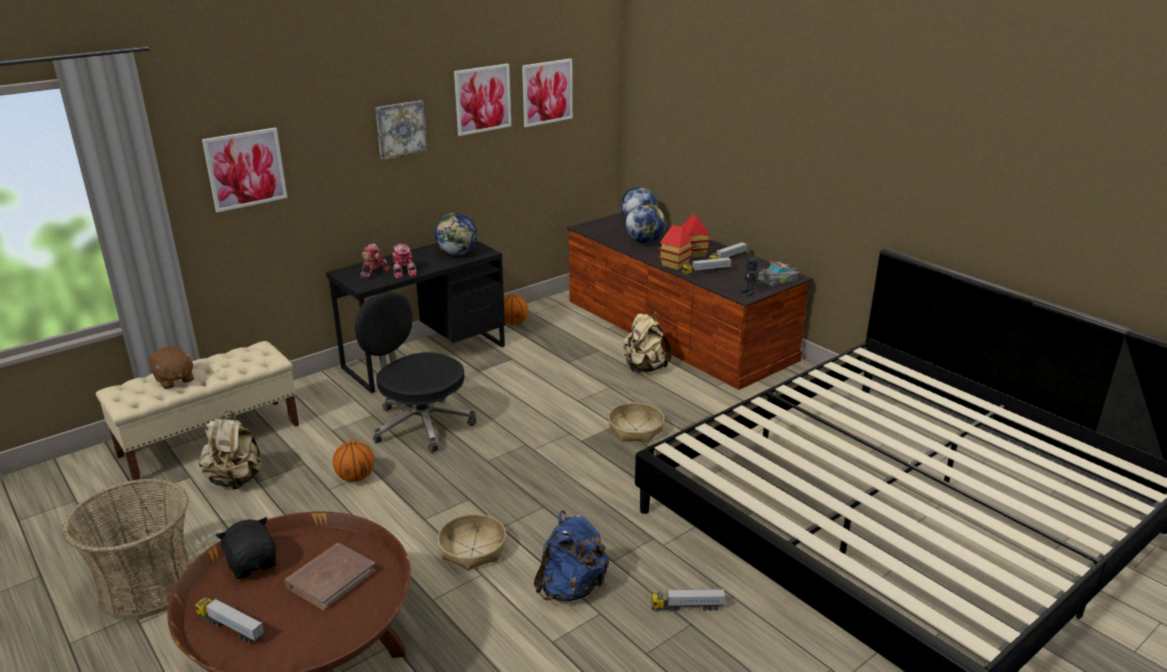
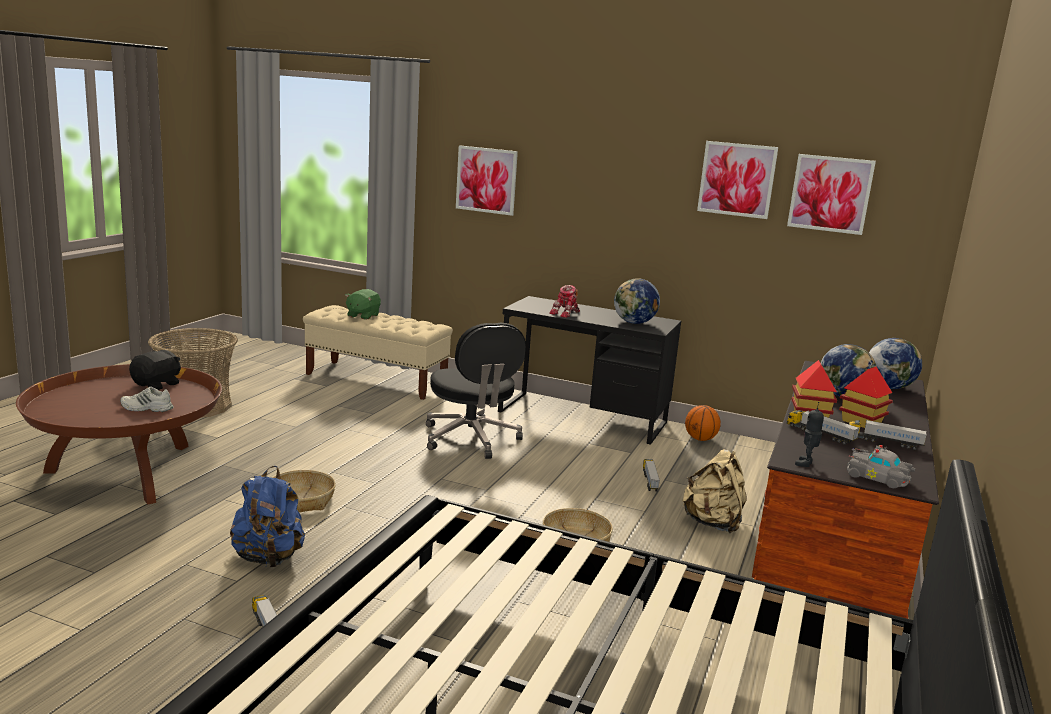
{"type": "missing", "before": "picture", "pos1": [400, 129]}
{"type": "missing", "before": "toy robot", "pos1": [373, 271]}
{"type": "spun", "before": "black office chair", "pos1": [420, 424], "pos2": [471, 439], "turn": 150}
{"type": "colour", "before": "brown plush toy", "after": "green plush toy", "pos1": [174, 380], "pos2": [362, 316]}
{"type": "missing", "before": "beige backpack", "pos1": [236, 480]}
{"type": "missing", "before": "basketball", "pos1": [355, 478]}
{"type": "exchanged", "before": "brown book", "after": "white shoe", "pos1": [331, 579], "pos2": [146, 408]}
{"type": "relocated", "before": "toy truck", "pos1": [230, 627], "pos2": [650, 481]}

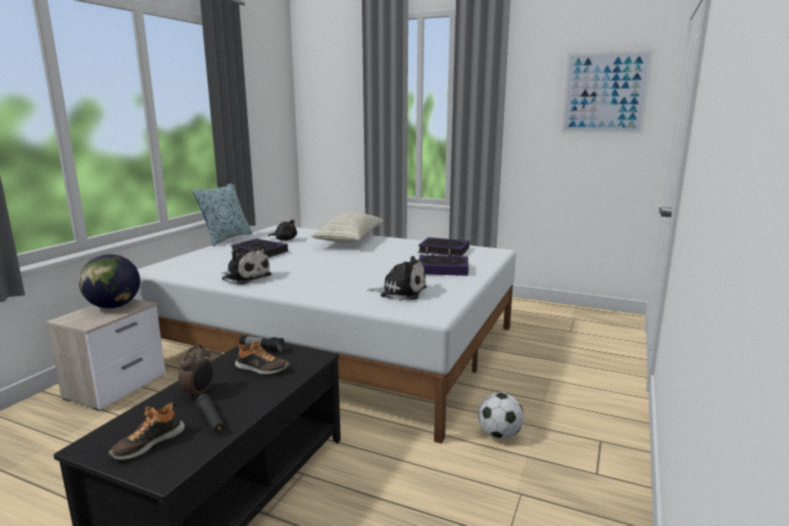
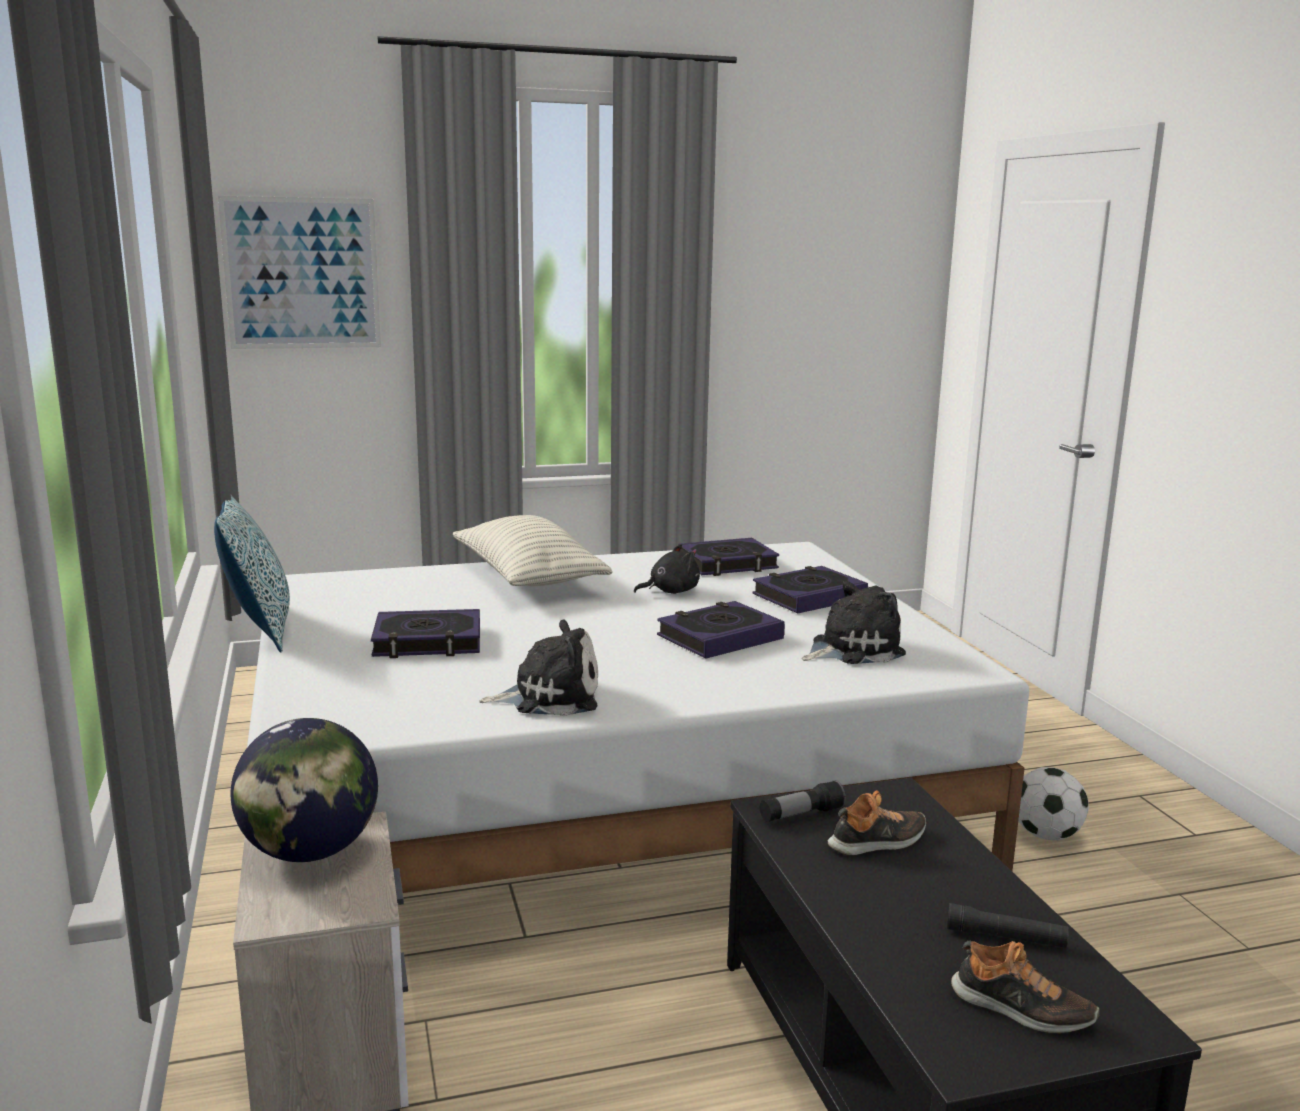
{"type": "relocated", "before": "picture", "pos1": [604, 93], "pos2": [302, 273]}
{"type": "relocated", "before": "black plush toy", "pos1": [284, 239], "pos2": [670, 591]}
{"type": "missing", "before": "alarm clock", "pos1": [199, 393]}
{"type": "spun", "before": "shoe", "pos1": [148, 443], "pos2": [1021, 1009], "turn": -60}
{"type": "appeared", "after": "book", "pos2": [719, 637]}

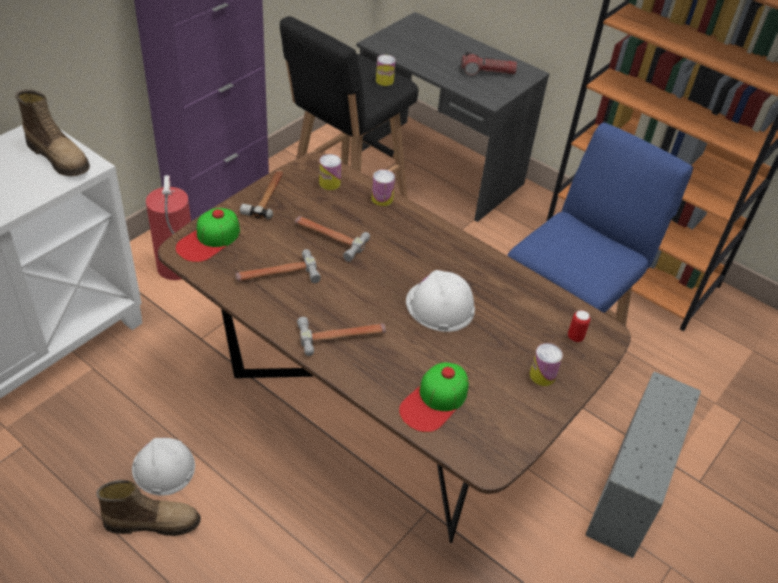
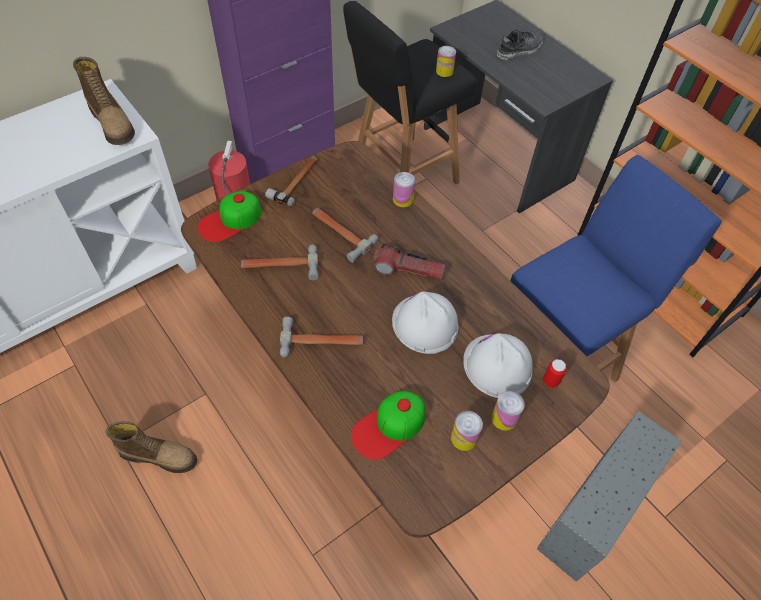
{"type": "relocated", "before": "flashlight", "pos1": [487, 72], "pos2": [408, 270]}
{"type": "relocated", "before": "can", "pos1": [329, 183], "pos2": [464, 438]}
{"type": "relocated", "before": "white hard hat", "pos1": [163, 467], "pos2": [497, 366]}
{"type": "appeared", "after": "shoe", "pos2": [519, 50]}

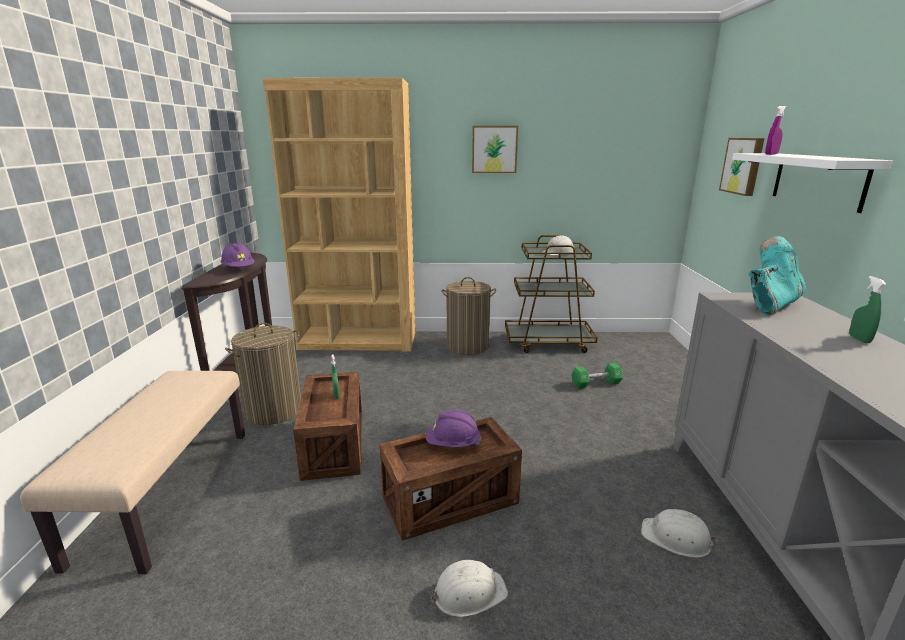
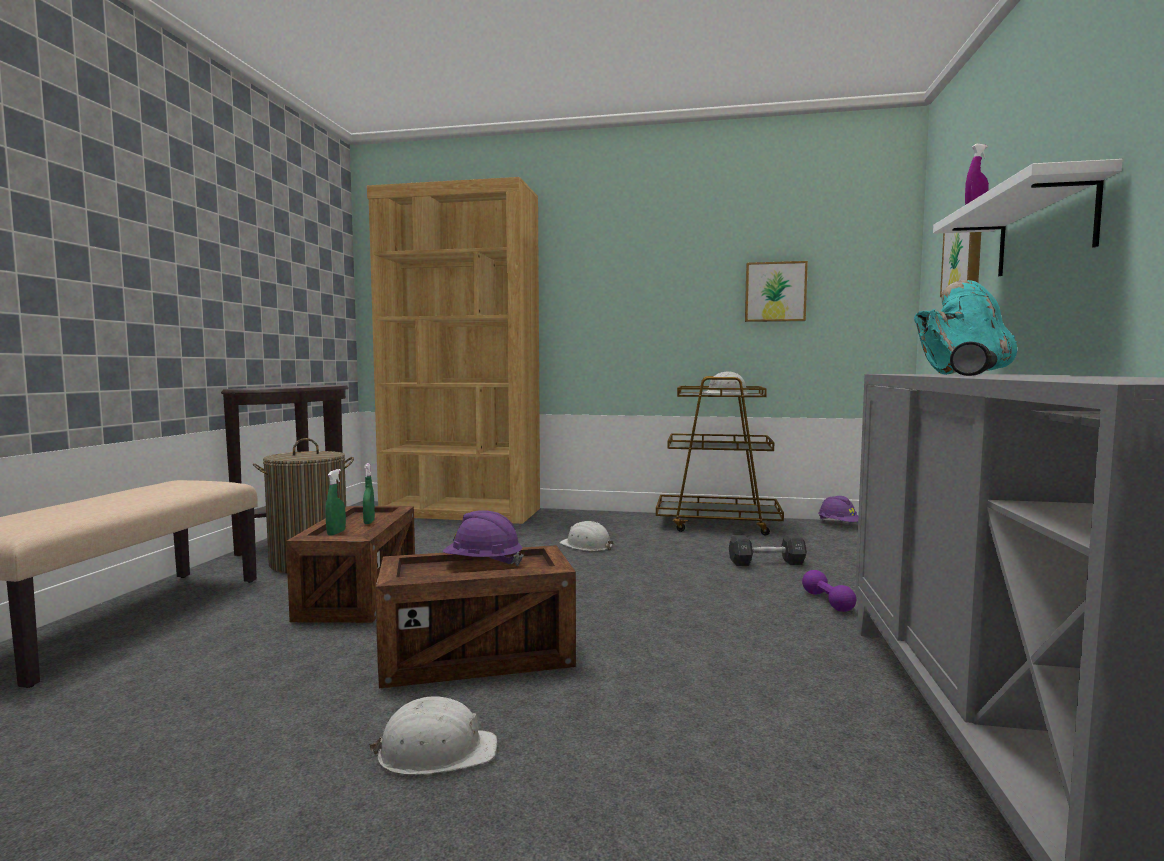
{"type": "relocated", "before": "picture", "pos1": [494, 149], "pos2": [775, 292]}
{"type": "relocated", "before": "purple hard hat", "pos1": [239, 269], "pos2": [838, 524]}
{"type": "relocated", "before": "green spray bottle", "pos1": [859, 339], "pos2": [336, 533]}
{"type": "missing", "before": "laundry basket", "pos1": [468, 346]}
{"type": "colour", "before": "green dumbbell", "after": "black dumbbell", "pos1": [596, 383], "pos2": [766, 563]}
{"type": "relocated", "before": "white hard hat", "pos1": [676, 538], "pos2": [586, 545]}
{"type": "appeared", "after": "black flashlight", "pos2": [977, 375]}
{"type": "appeared", "after": "purple dumbbell", "pos2": [827, 602]}

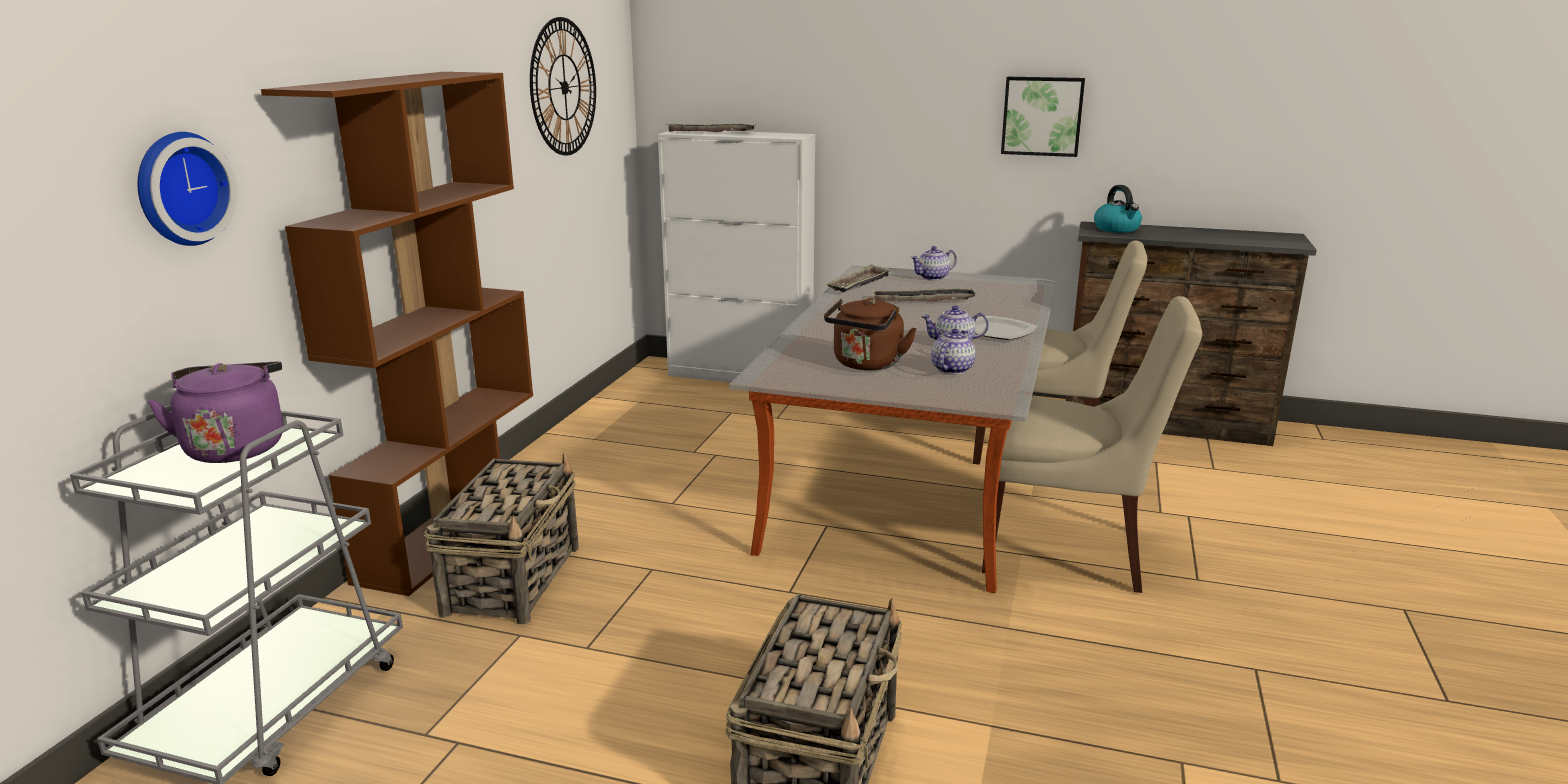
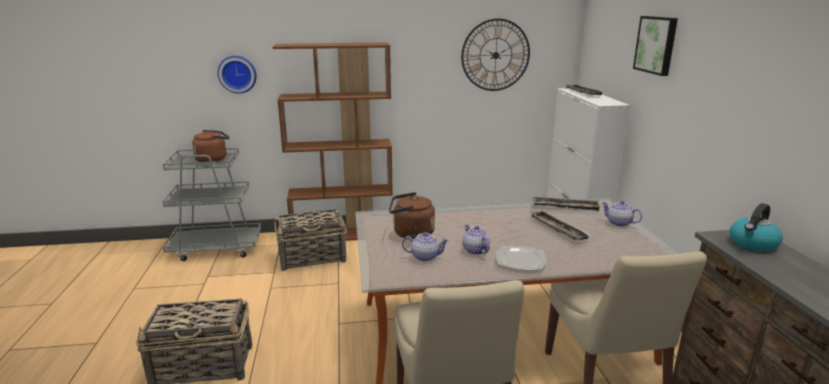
{"type": "relocated", "before": "picture", "pos1": [1042, 116], "pos2": [656, 45]}
{"type": "colour", "before": "purple kettle", "after": "brown kettle", "pos1": [235, 447], "pos2": [213, 159]}

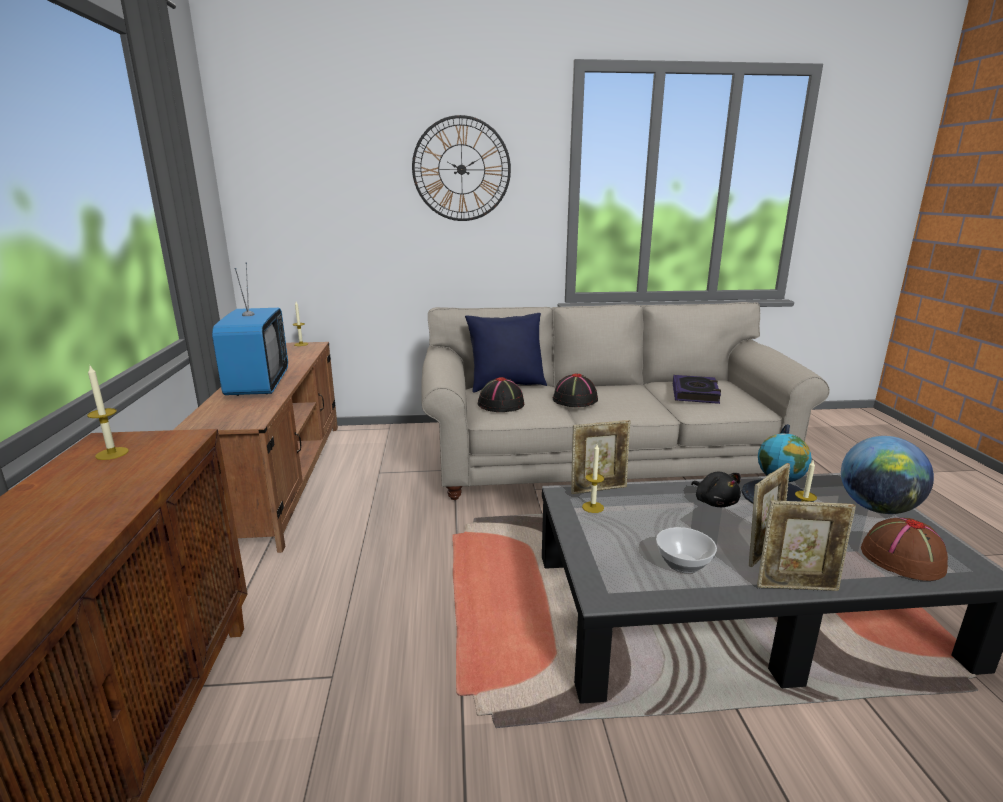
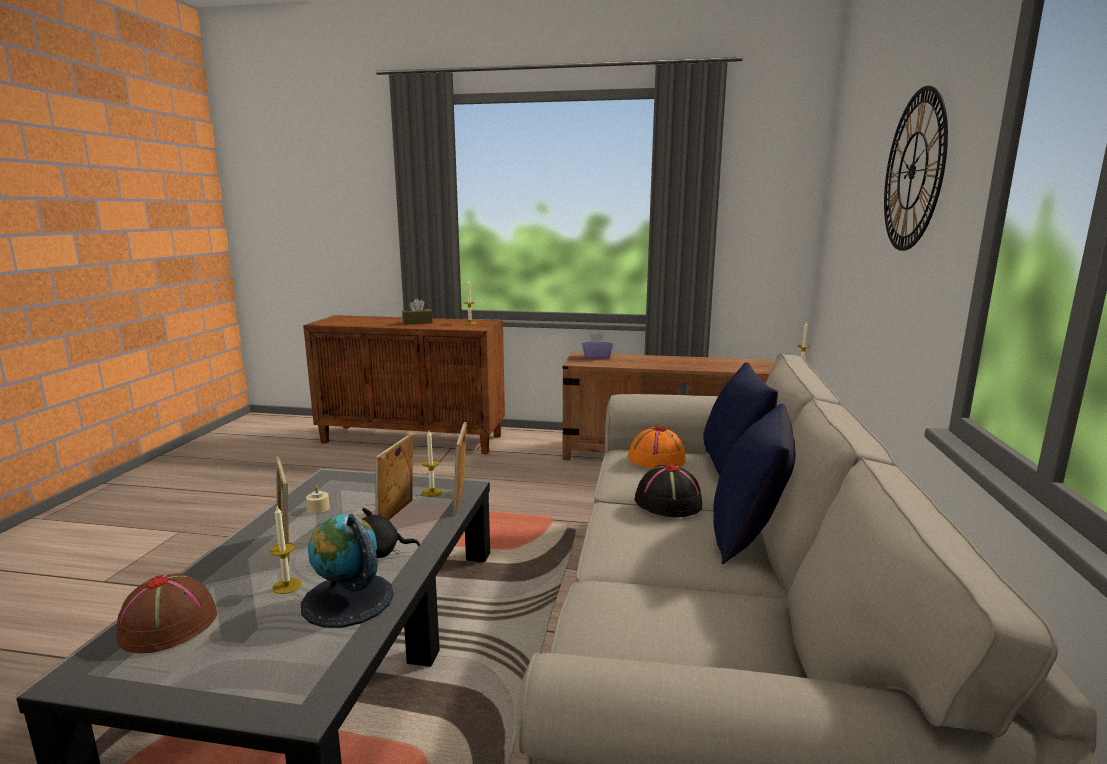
{"type": "missing", "before": "television", "pos1": [258, 385]}
{"type": "missing", "before": "book", "pos1": [695, 393]}
{"type": "colour", "before": "black hat", "after": "orange hat", "pos1": [501, 404], "pos2": [656, 459]}
{"type": "missing", "before": "globe", "pos1": [877, 508]}
{"type": "relocated", "before": "picture frame", "pos1": [796, 586], "pos2": [397, 515]}
{"type": "exchanged", "before": "bowl", "after": "beige candle", "pos1": [684, 563], "pos2": [318, 508]}
{"type": "appeared", "after": "brown tissue box", "pos2": [417, 322]}
{"type": "appeared", "after": "purple tissue box", "pos2": [596, 357]}
{"type": "appeared", "after": "blue pillow", "pos2": [749, 536]}

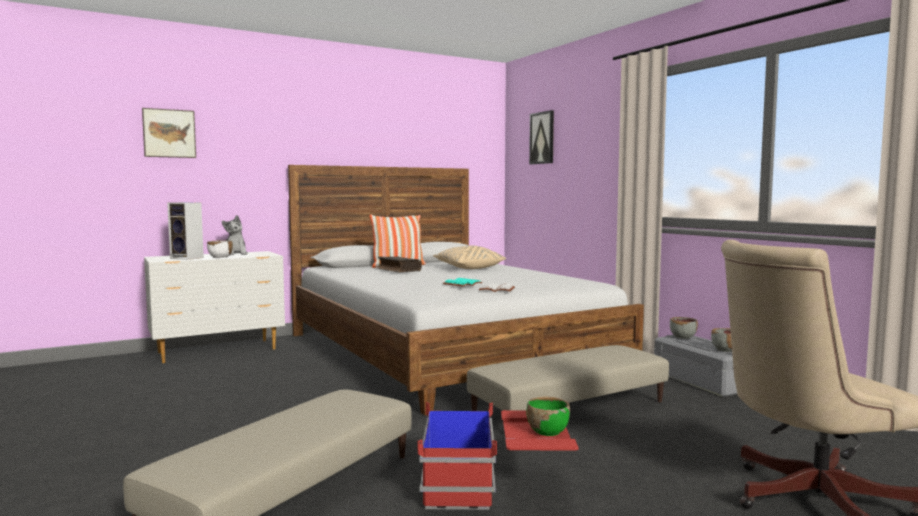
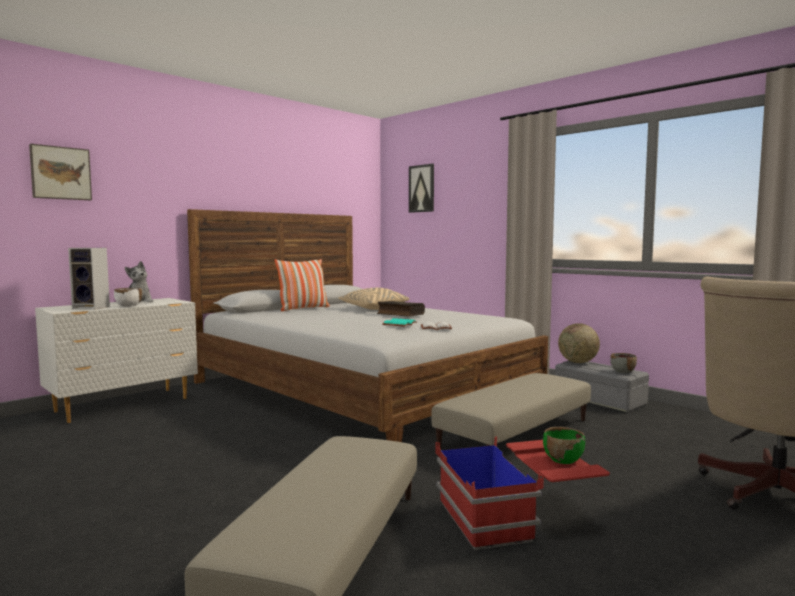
{"type": "relocated", "before": "book", "pos1": [398, 270], "pos2": [400, 314]}
{"type": "exchanged", "before": "grey bowl", "after": "globe", "pos1": [683, 337], "pos2": [578, 362]}

